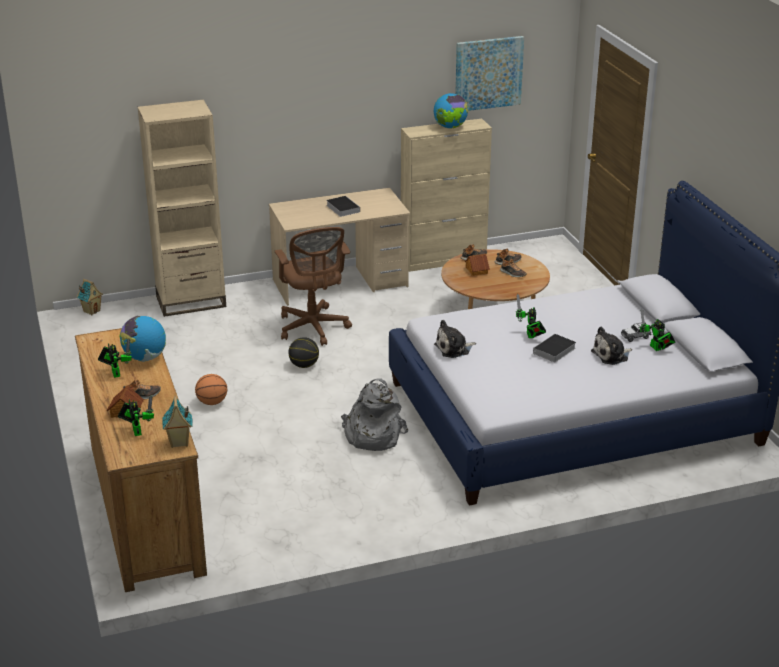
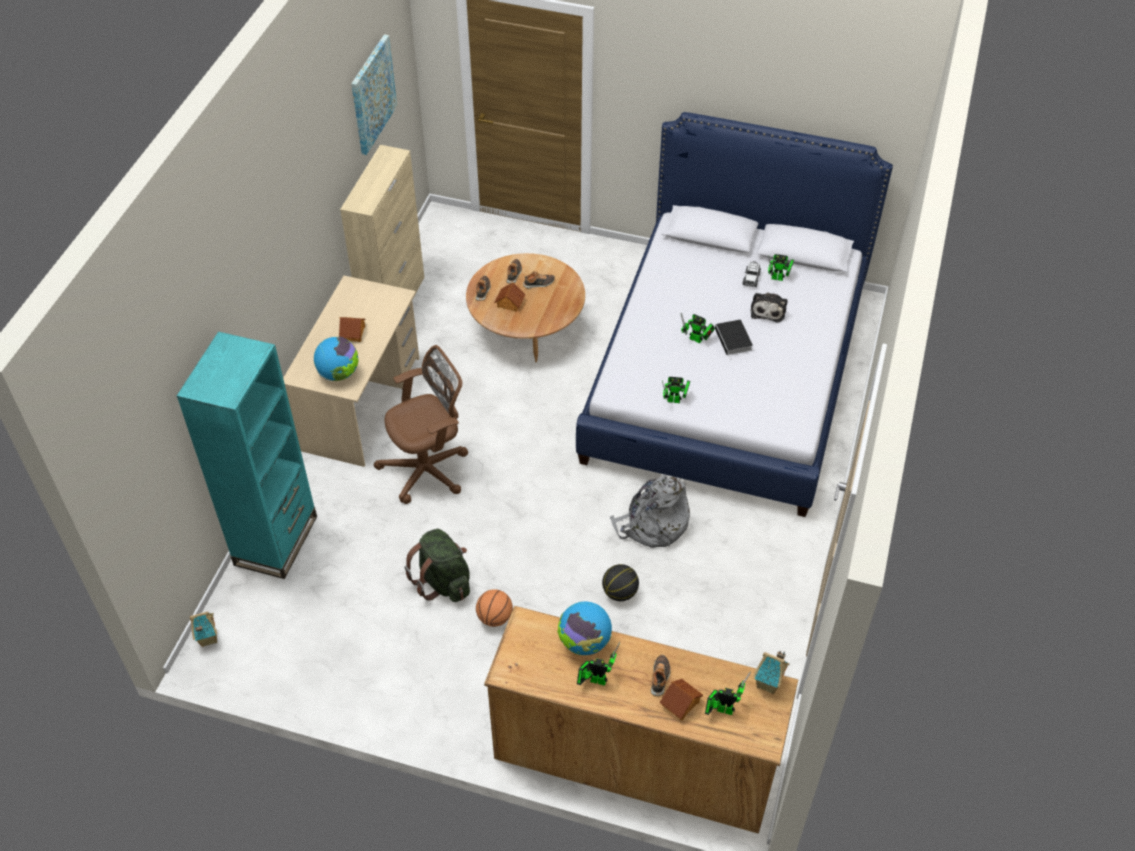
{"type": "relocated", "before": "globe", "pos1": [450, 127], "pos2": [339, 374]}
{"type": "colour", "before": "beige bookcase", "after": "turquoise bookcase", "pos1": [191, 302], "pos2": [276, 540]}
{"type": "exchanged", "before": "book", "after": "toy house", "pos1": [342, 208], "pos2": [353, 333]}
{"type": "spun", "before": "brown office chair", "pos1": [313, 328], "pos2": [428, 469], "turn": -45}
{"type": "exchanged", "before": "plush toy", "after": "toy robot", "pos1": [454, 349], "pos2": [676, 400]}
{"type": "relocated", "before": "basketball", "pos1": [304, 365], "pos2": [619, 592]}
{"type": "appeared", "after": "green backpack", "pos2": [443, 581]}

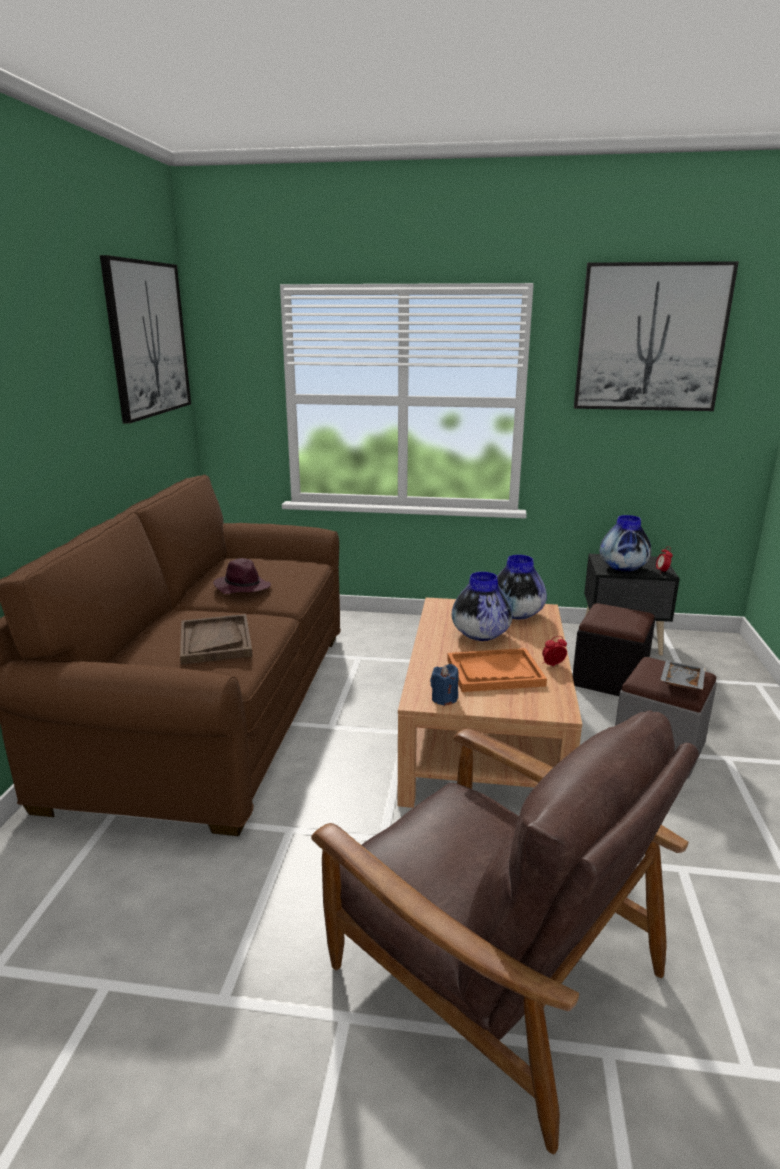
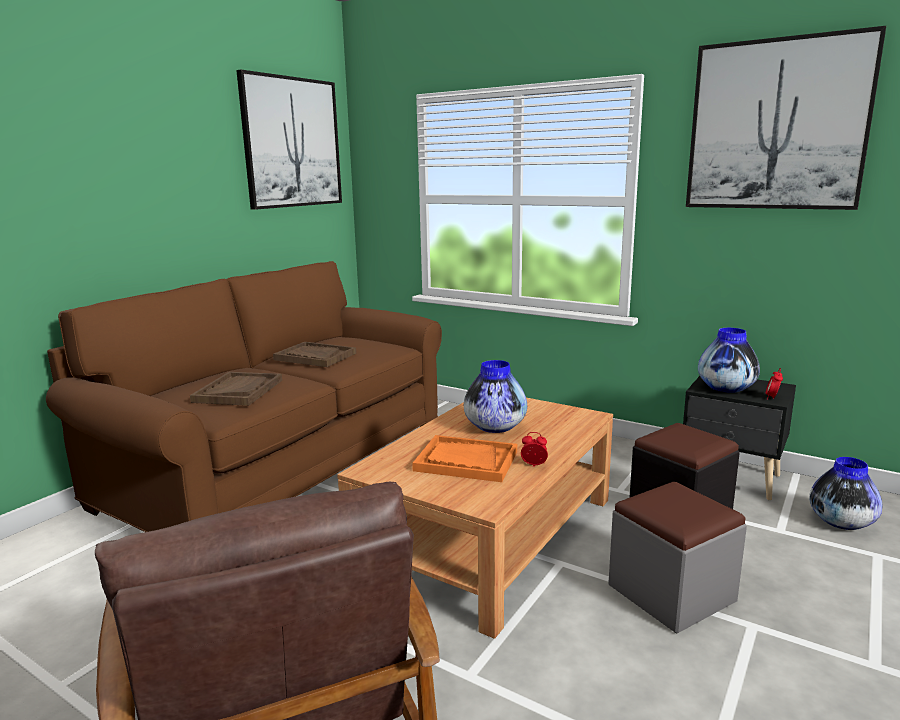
{"type": "relocated", "before": "vase", "pos1": [516, 614], "pos2": [840, 522]}
{"type": "exchanged", "before": "purple hat", "after": "brown tray", "pos1": [242, 587], "pos2": [315, 356]}
{"type": "missing", "before": "grey tray", "pos1": [680, 682]}
{"type": "missing", "before": "blue candle", "pos1": [444, 699]}

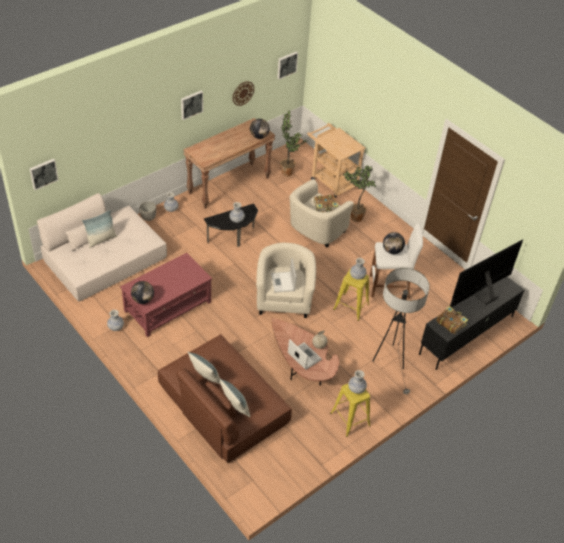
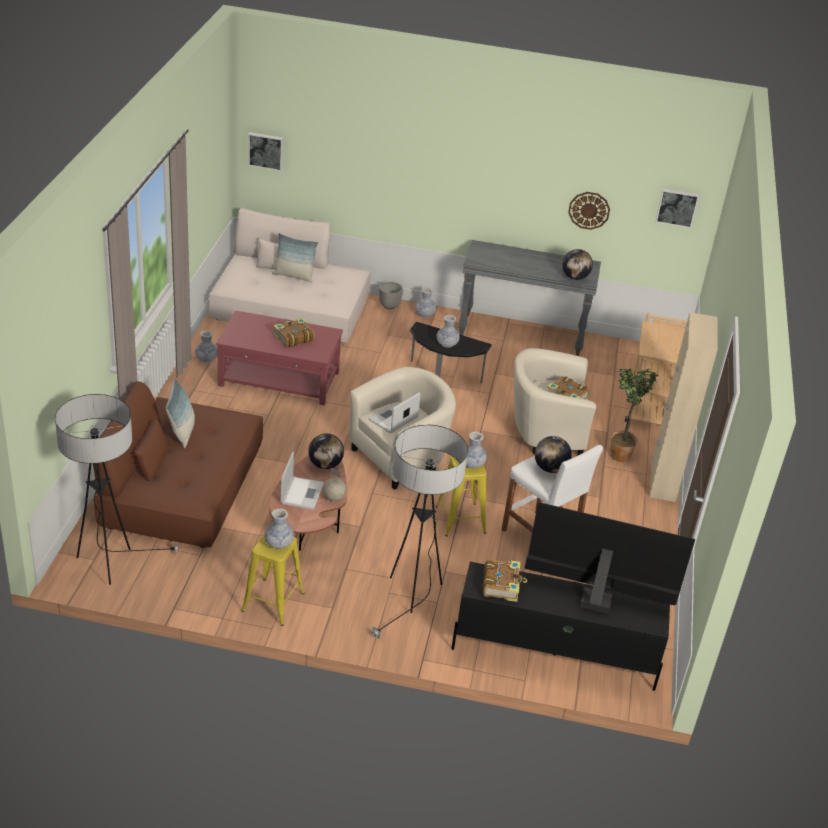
{"type": "missing", "before": "picture", "pos1": [191, 104]}
{"type": "missing", "before": "potted plant", "pos1": [288, 173]}
{"type": "colour", "before": "brown console table", "after": "grey console table", "pos1": [229, 185], "pos2": [521, 335]}
{"type": "relocated", "before": "globe", "pos1": [143, 300], "pos2": [325, 465]}
{"type": "missing", "before": "pillow", "pos1": [235, 407]}
{"type": "appeared", "after": "beige cabinet", "pos2": [663, 481]}
{"type": "appeared", "after": "book", "pos2": [293, 338]}
{"type": "appeared", "after": "floor lamp", "pos2": [109, 566]}

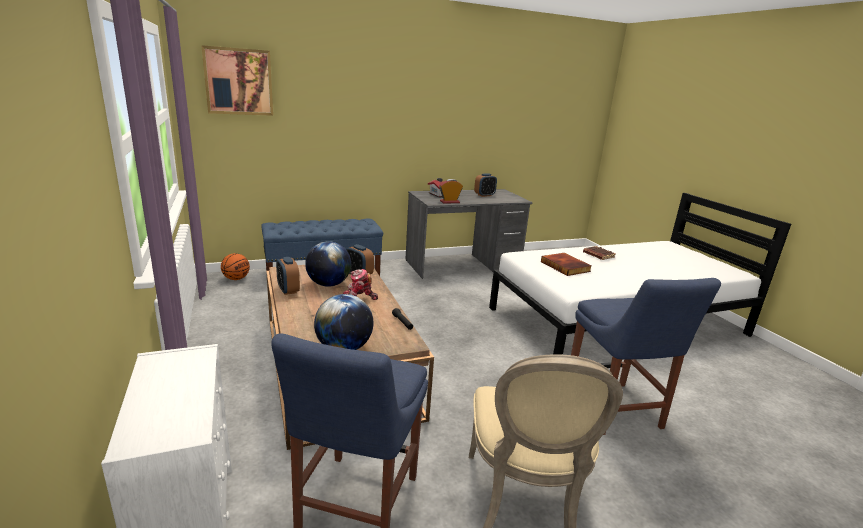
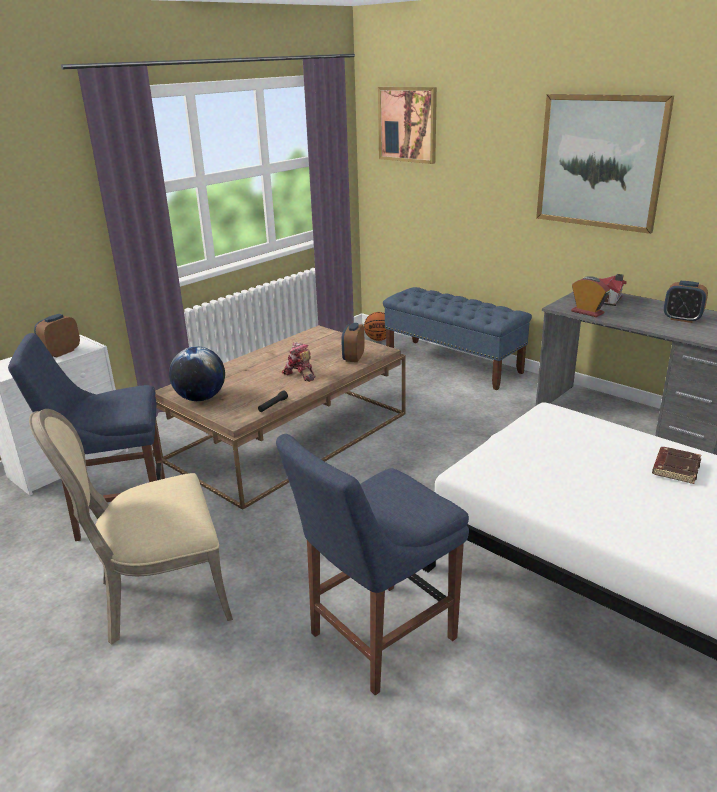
{"type": "missing", "before": "globe", "pos1": [328, 284]}
{"type": "missing", "before": "book", "pos1": [566, 266]}
{"type": "relocated", "before": "alarm clock", "pos1": [288, 290], "pos2": [61, 352]}
{"type": "appeared", "after": "picture", "pos2": [600, 162]}

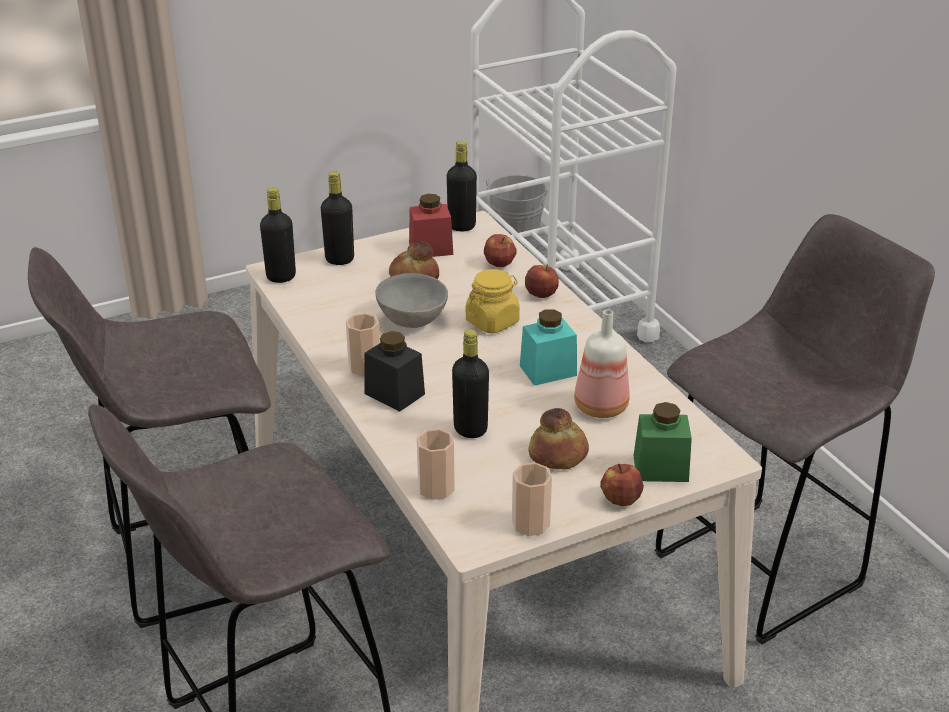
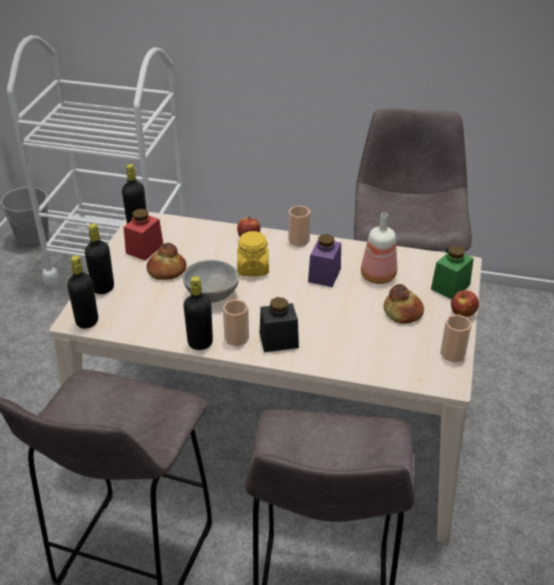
{"type": "missing", "before": "apple", "pos1": [499, 263]}
{"type": "colour", "before": "turquoise jar", "after": "purple jar", "pos1": [548, 370], "pos2": [324, 275]}
{"type": "relocated", "before": "black bottle", "pos1": [470, 429], "pos2": [200, 343]}
{"type": "relocated", "before": "cup", "pos1": [436, 488], "pos2": [298, 240]}

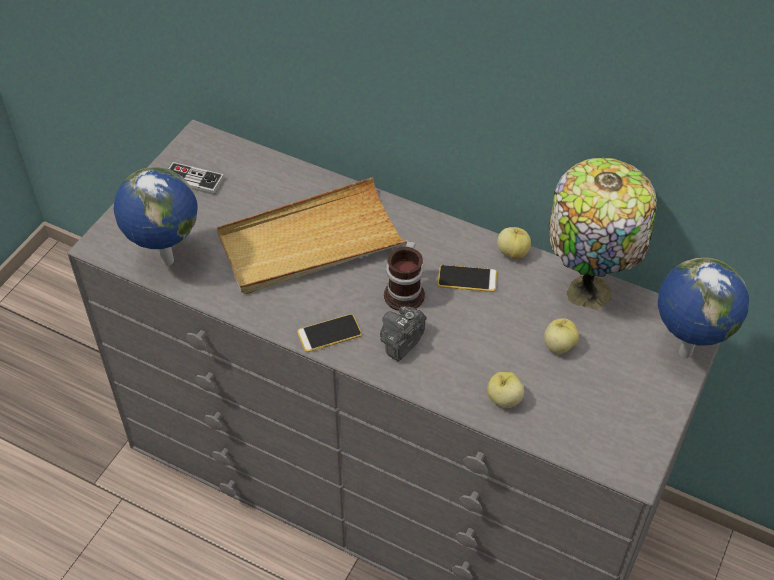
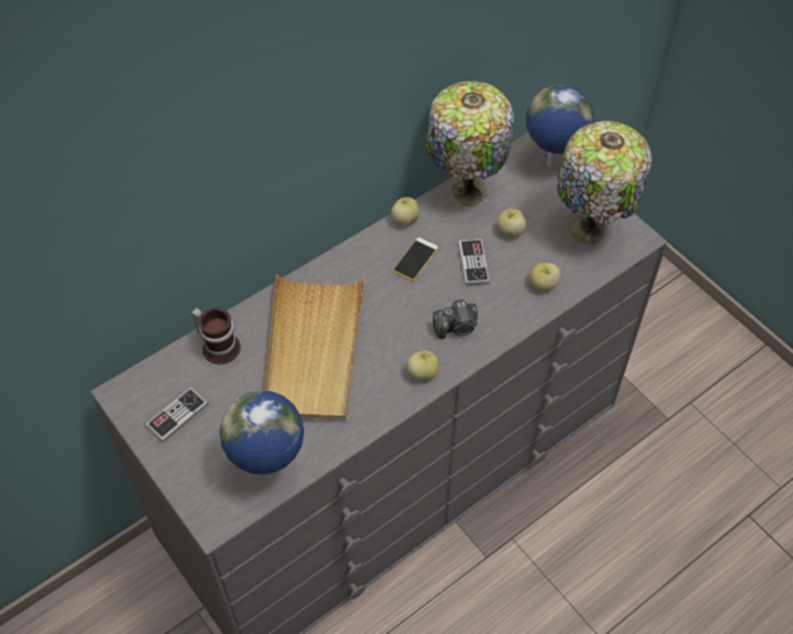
{"type": "relocated", "before": "mug", "pos1": [407, 292], "pos2": [219, 345]}
{"type": "spun", "before": "photo camera", "pos1": [401, 342], "pos2": [457, 327], "turn": -75}
{"type": "exchanged", "before": "phone", "after": "apple", "pos1": [329, 333], "pos2": [422, 373]}
{"type": "appeared", "after": "table lamp", "pos2": [589, 232]}
{"type": "appeared", "after": "game controller", "pos2": [473, 263]}

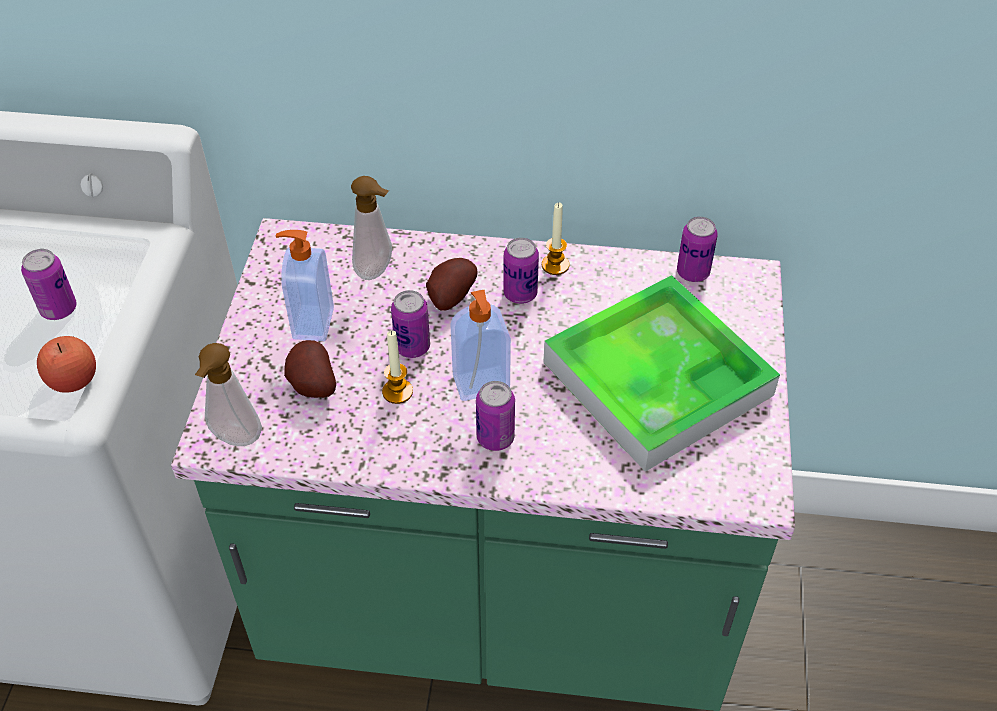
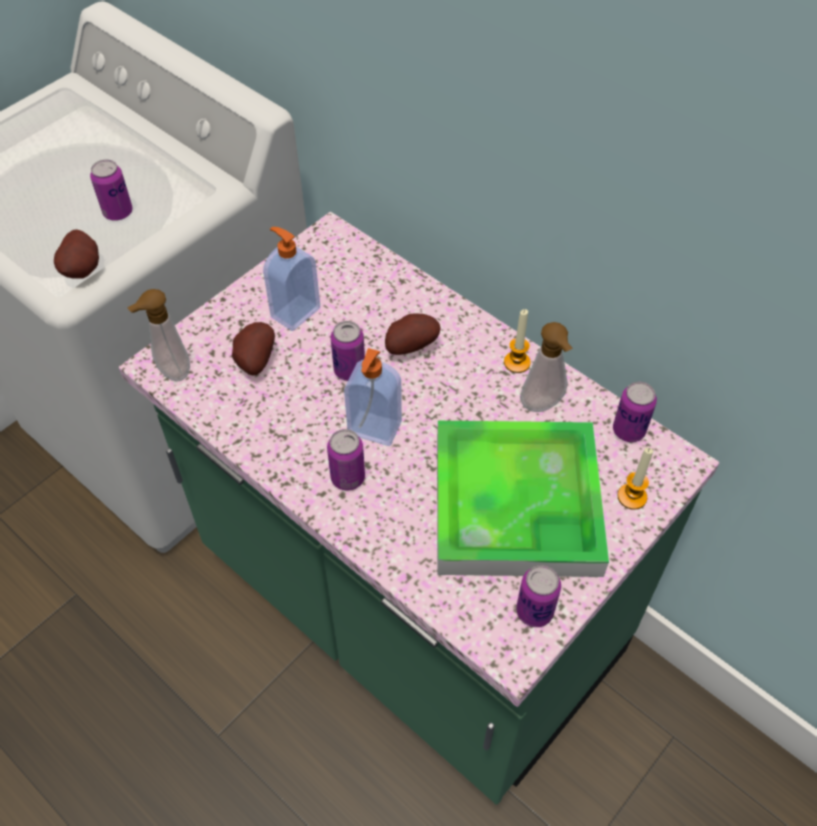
{"type": "relocated", "before": "soap dispenser", "pos1": [377, 271], "pos2": [543, 406]}
{"type": "relocated", "before": "can", "pos1": [520, 294], "pos2": [534, 611]}
{"type": "relocated", "before": "candle", "pos1": [397, 392], "pos2": [632, 497]}
{"type": "exchanged", "before": "apple", "after": "potato", "pos1": [73, 380], "pos2": [84, 269]}

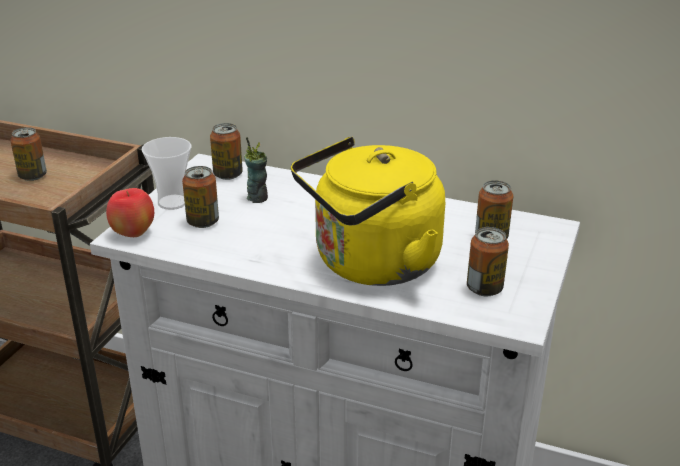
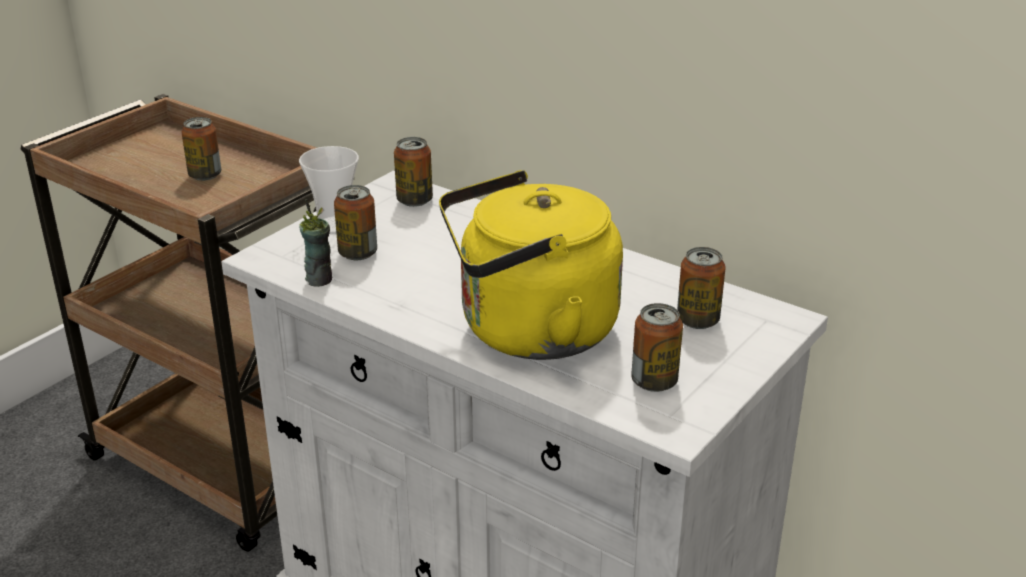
{"type": "relocated", "before": "cup", "pos1": [257, 198], "pos2": [319, 279]}
{"type": "missing", "before": "apple", "pos1": [133, 234]}

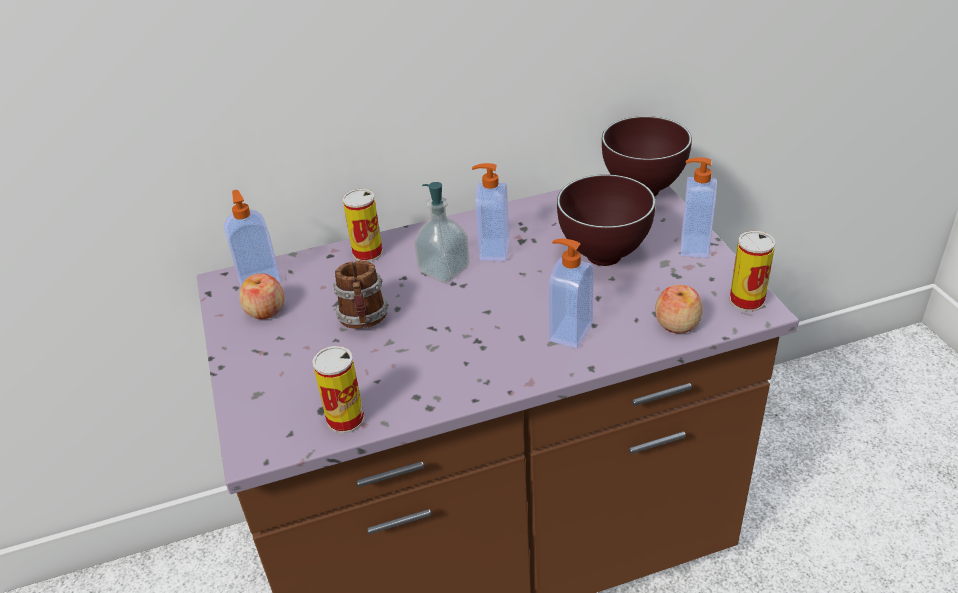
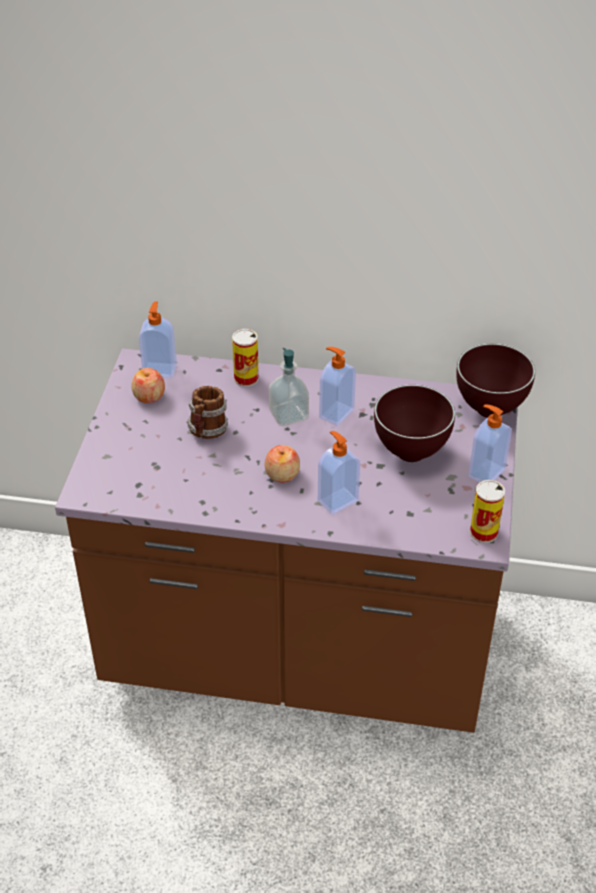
{"type": "relocated", "before": "apple", "pos1": [677, 323], "pos2": [282, 474]}
{"type": "missing", "before": "can", "pos1": [345, 419]}

